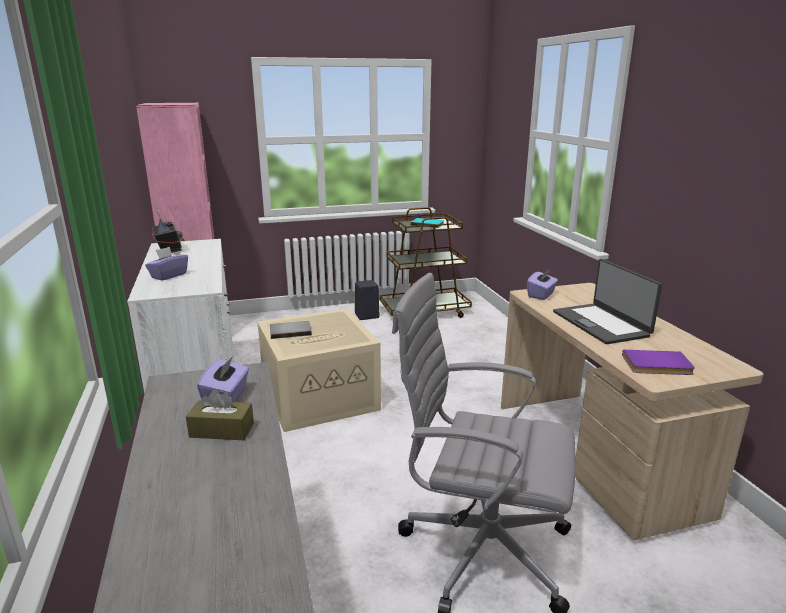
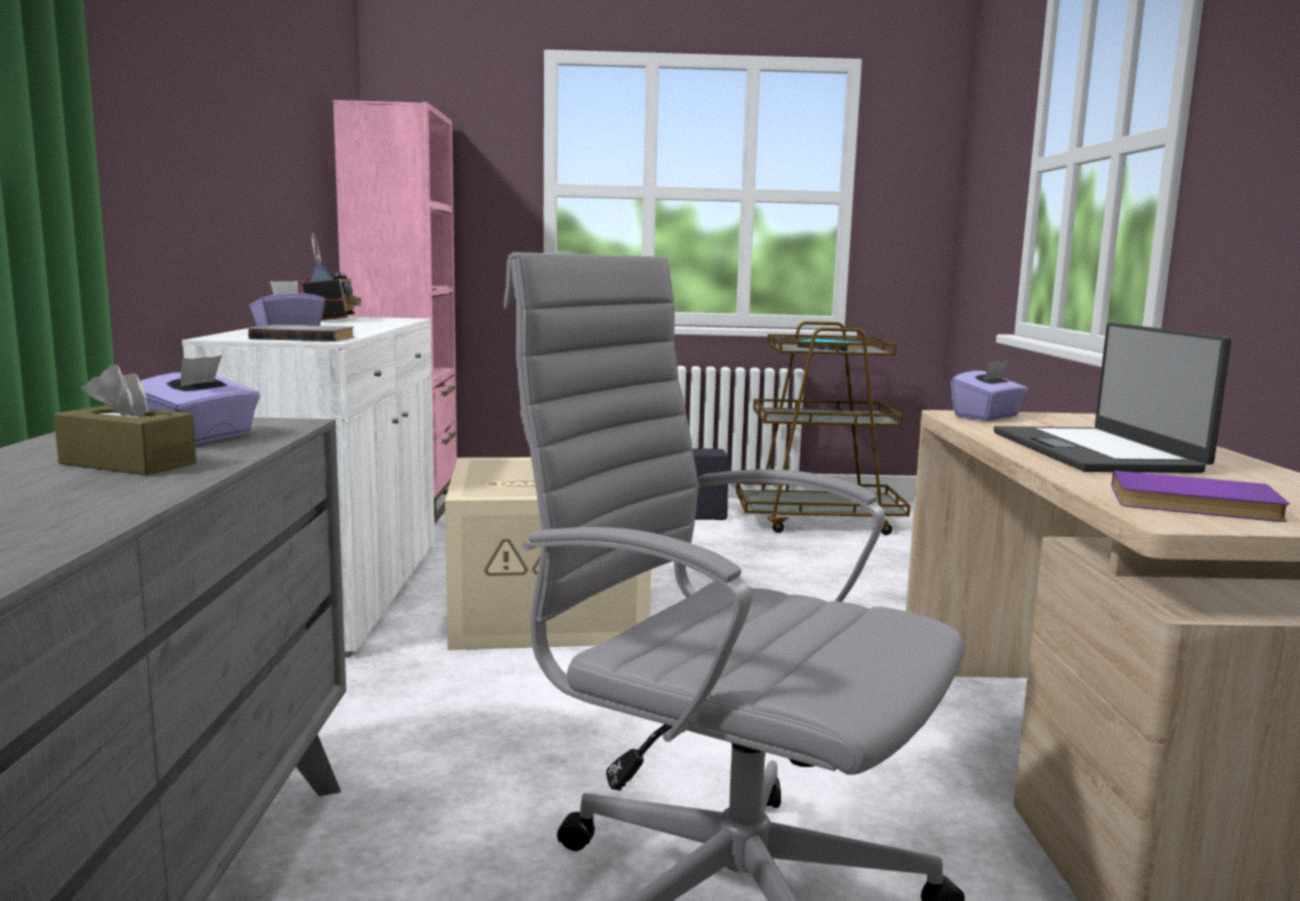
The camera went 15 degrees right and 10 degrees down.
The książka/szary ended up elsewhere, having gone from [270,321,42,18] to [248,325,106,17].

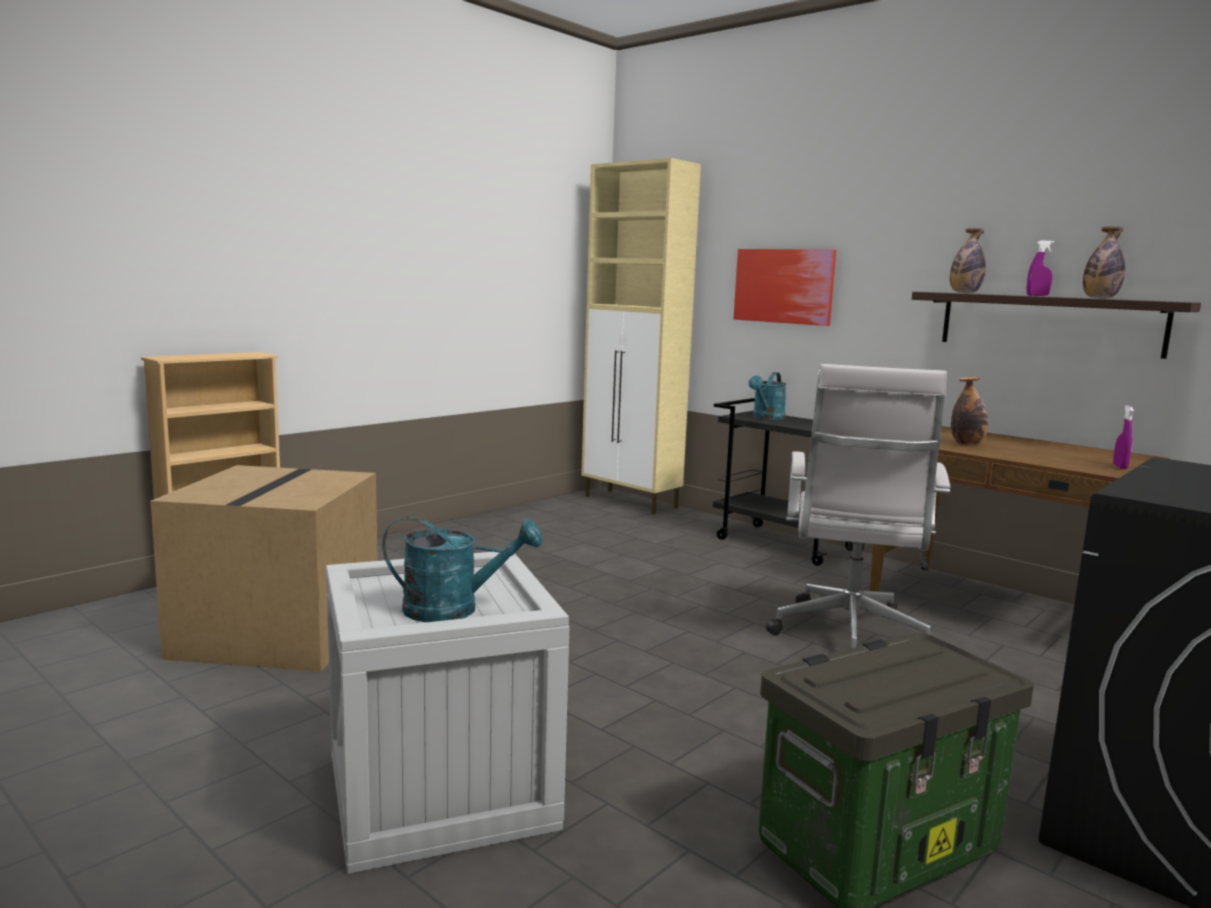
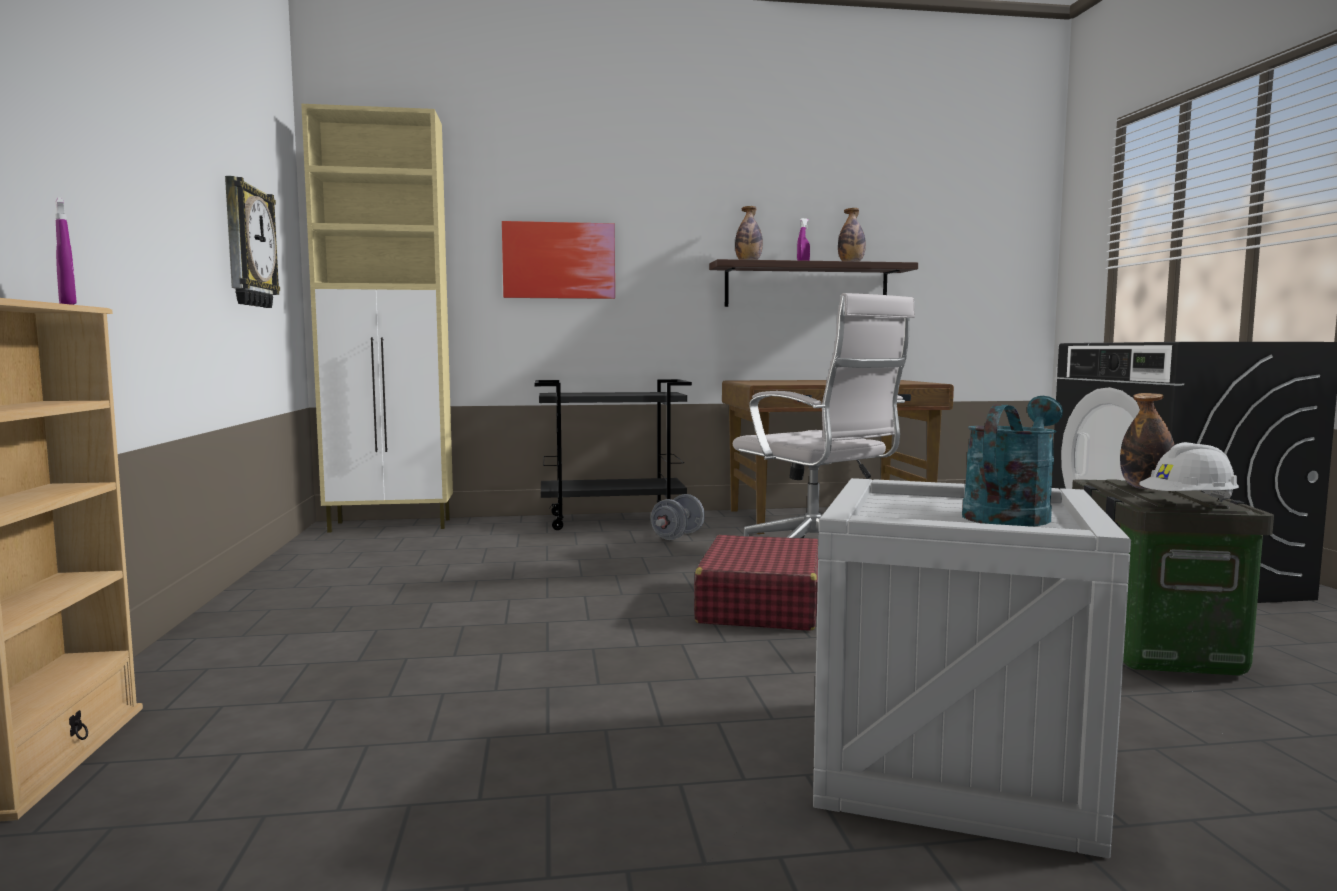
The camera went 50 degrees left and 5 degrees down.
The second view lost the karton at [150,465,228,207].
The second view lost the konewka/turkusowy at [749,372,38,48].
The second view gained the zegar ścienny at [225,176,55,132].
The second view gained the hantel/szary at [651,494,54,46].
The second view gained the walizka/czerwony at [694,535,125,96].
The second view gained the kask/biały at [1139,442,100,60].
The butelka ended up elsewhere, having gone from [951,376,37,69] to [1120,393,54,96].
The spryskiwacz/fioletowy ended up elsewhere, having gone from [1113,405,21,64] to [55,197,22,108].

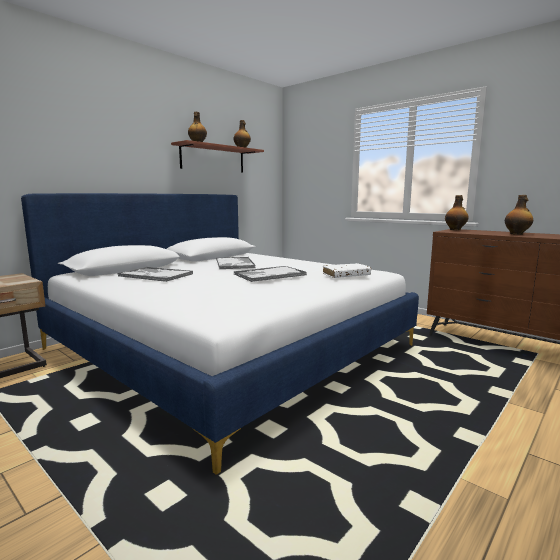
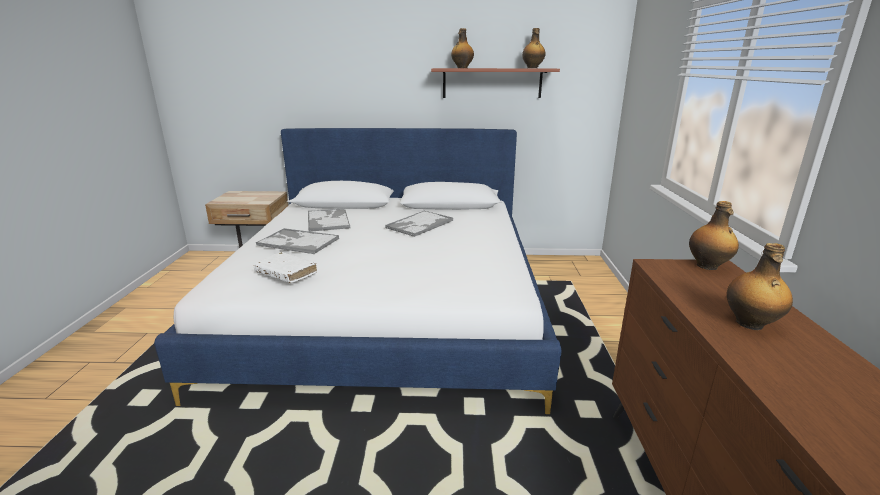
The camera went 50 degrees right and 10 degrees up.
The taca ended up elsewhere, having gone from [234,266,73,16] to [256,228,83,26].
The książka/biały ended up elsewhere, having gone from [323,263,48,15] to [254,252,63,31].

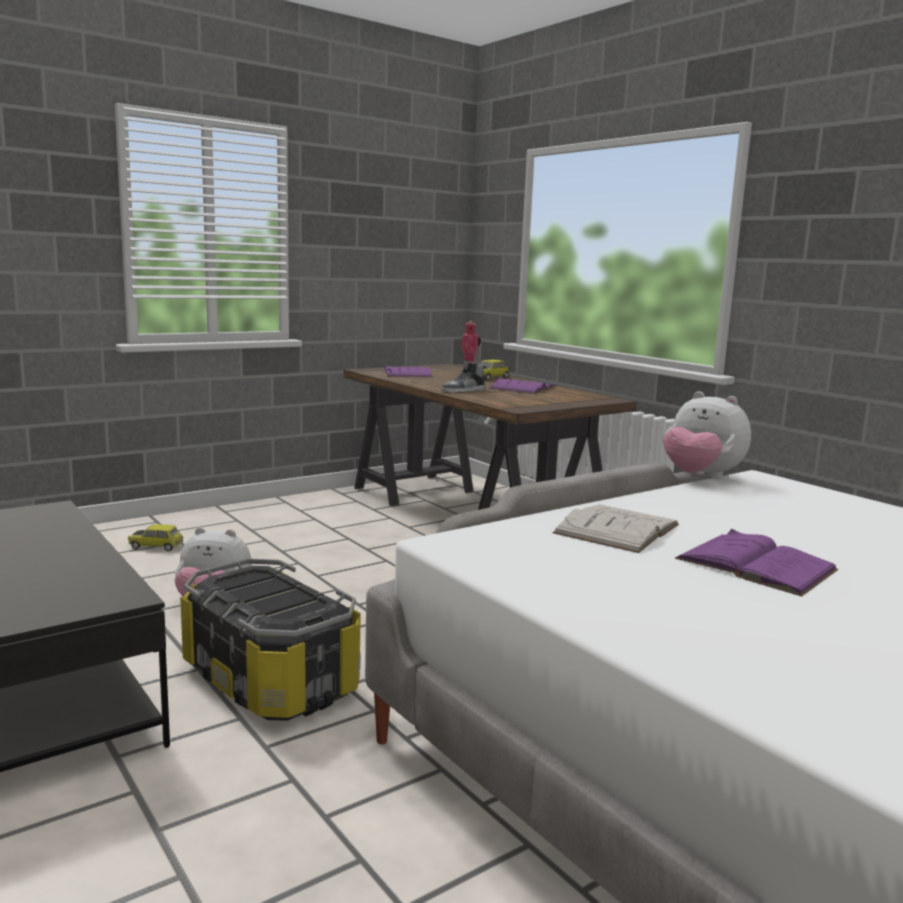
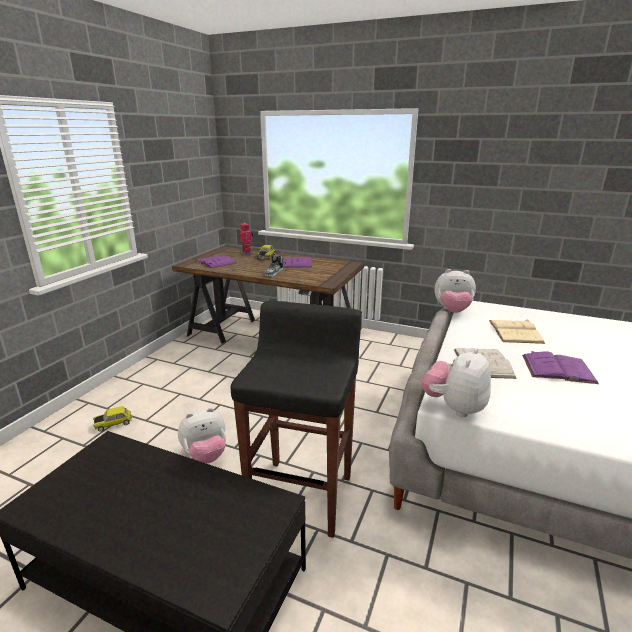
The camera went 30 degrees left and 10 degrees up.
The second view gained the pluszak at [422,348,69,69].
The second view gained the książka/beżowy at [489,319,56,25].
Where the pojemnik do przechowywania stood at [180,558,181,163], the stołek/czarny came to stand at [231,301,131,237].

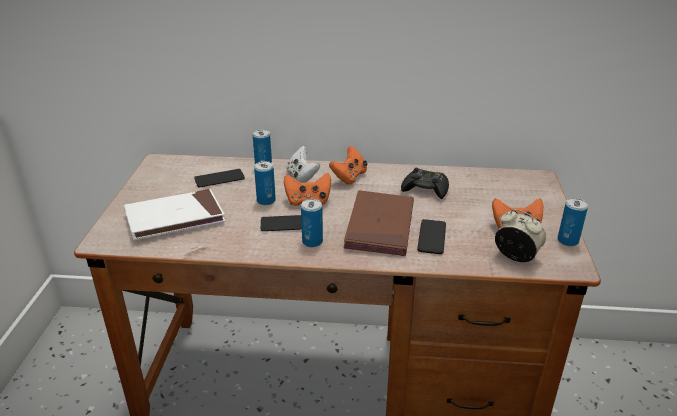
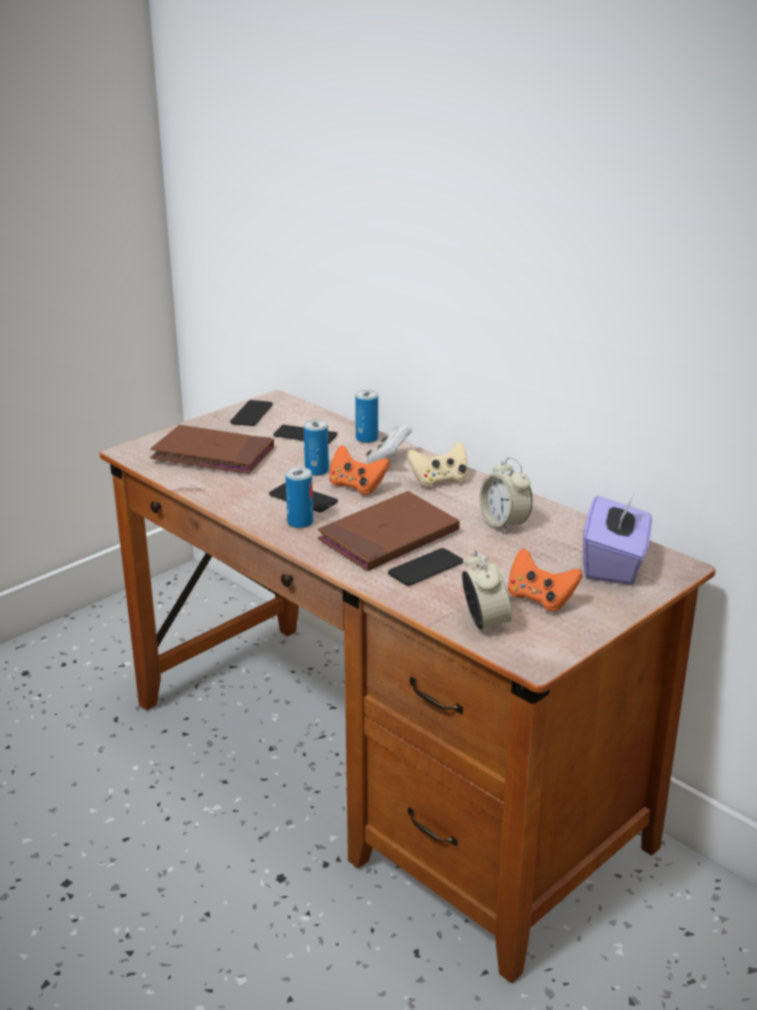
The camera went 40 degrees right and 5 degrees down.
The second view lost the puszka at [558,198,30,48].
The second view gained the telefon at [230,400,43,26].
The second view gained the pudełko chusteczek/fioletowy at [583,491,69,94].
Where the pad do gier/czarny stood at [401,168,48,31], the budzik came to stand at [479,457,53,76].
What was the książka/biały at [124,189,101,51] turned into the książka/brązowy at [150,425,124,49].
What was the pad do gier/pomarańczowy at [329,146,39,39] turned into the pad do gier/beżowy at [407,441,60,46].

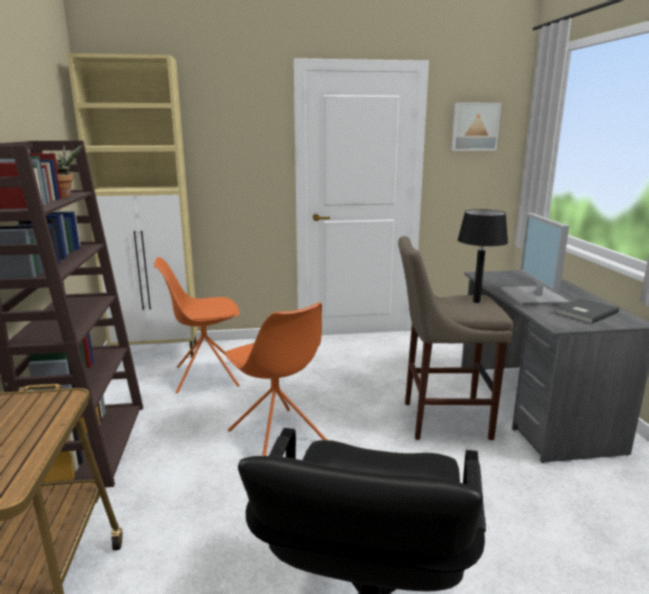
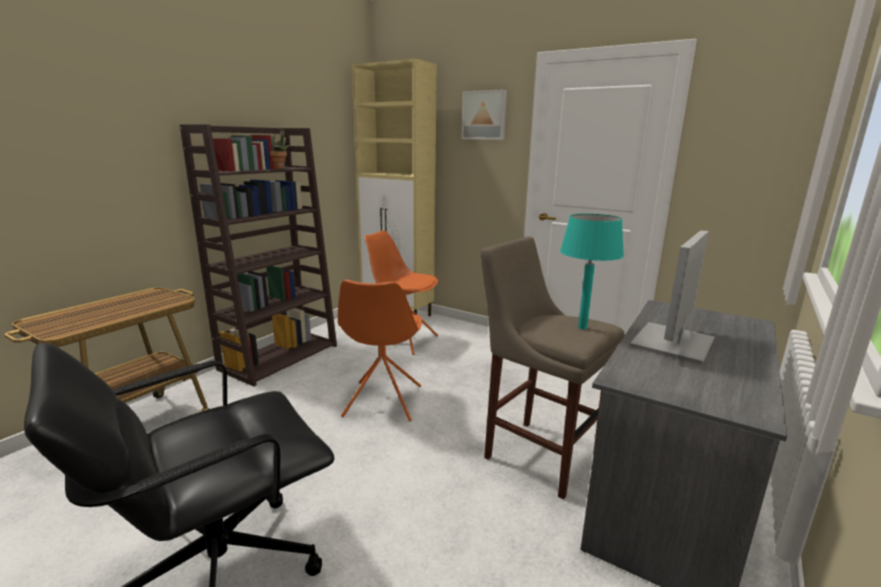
The camera went 40 degrees right and 0 degrees up.
The second view lost the książka/szary at [555,298,64,26].
The obraz ended up elsewhere, having gone from [451,102,50,49] to [462,90,45,50].
What was the lampa stołowa/czarny at [458,209,50,94] turned into the lampa stołowa/turkusowy at [560,213,64,116].

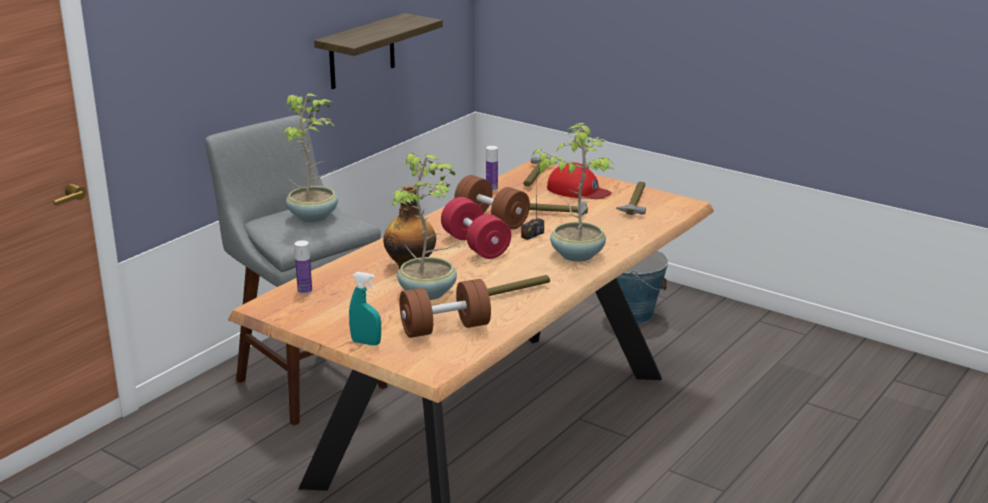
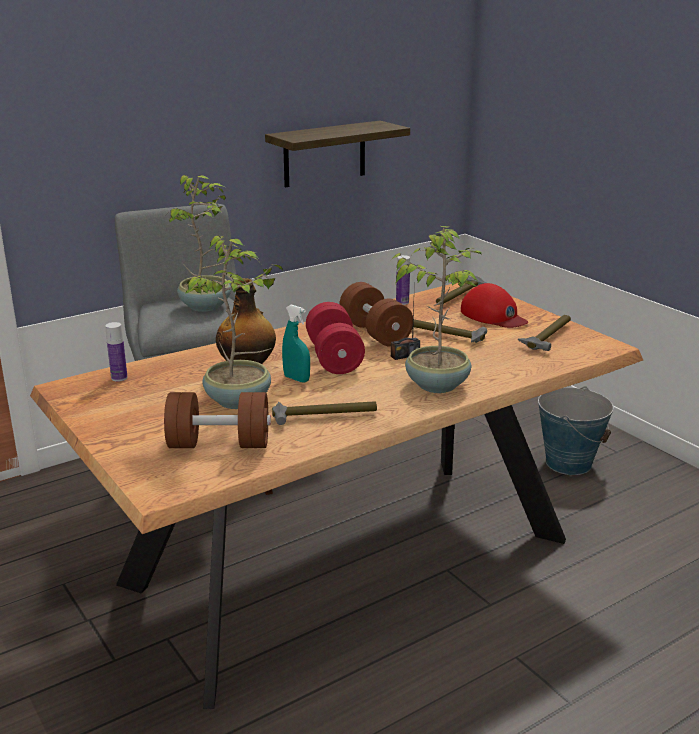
The camera went 20 degrees right and 0 degrees up.
The spryskiwacz/turkusowy ended up elsewhere, having gone from [349,272,32,74] to [282,305,28,78].

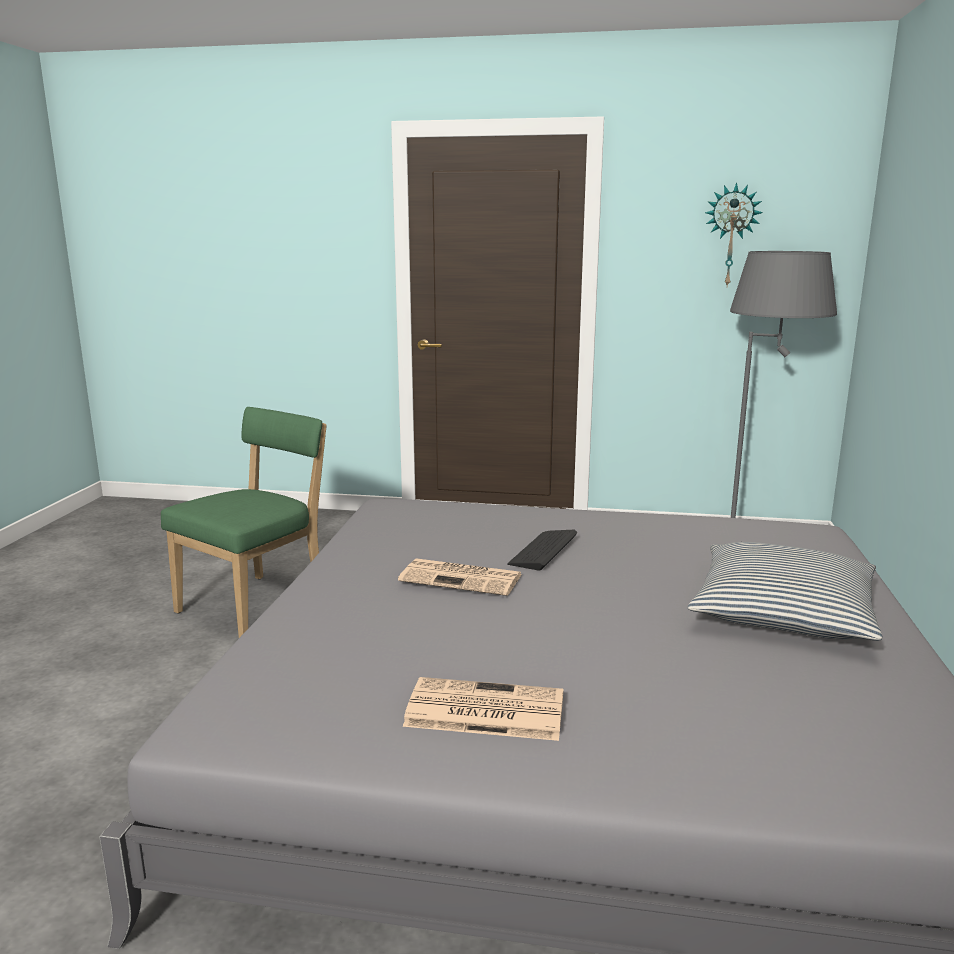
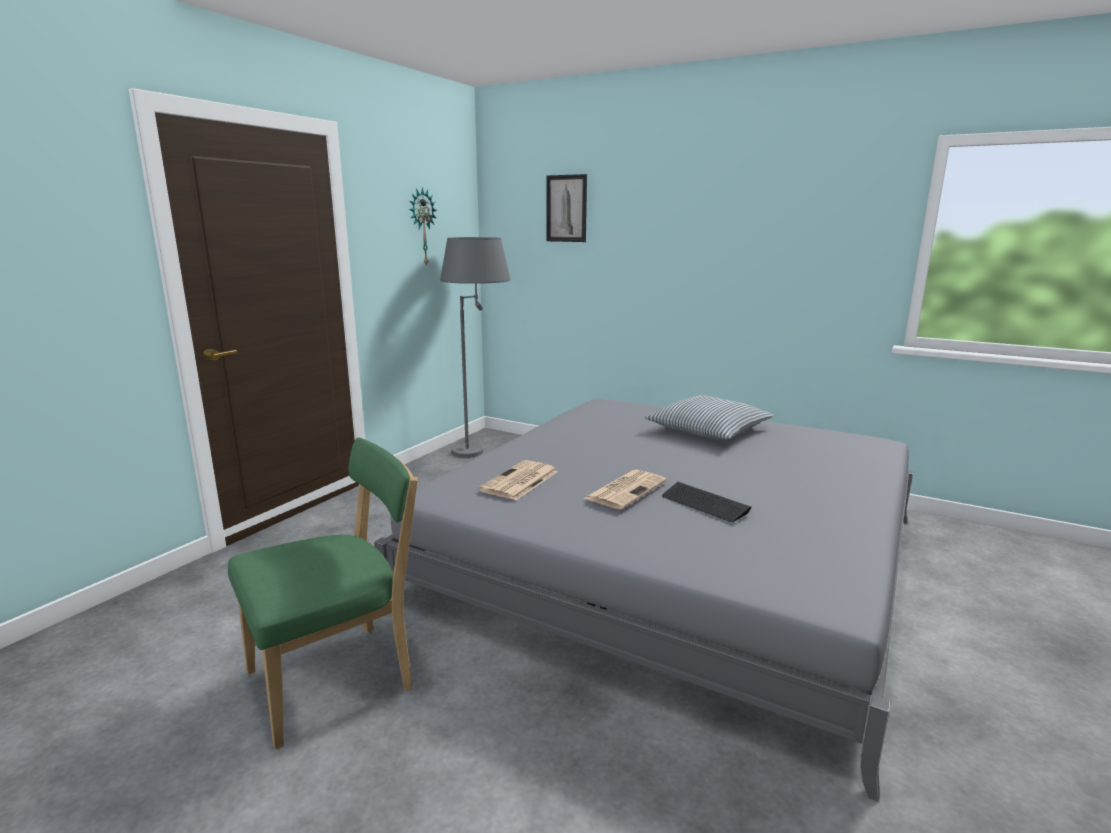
The camera went 70 degrees left and 0 degrees up.
The second view gained the obraz at [547,174,40,68].
The gazeta ended up elsewhere, having gone from [403,677,160,64] to [478,460,80,40].
The klawiatura ended up elsewhere, having gone from [507,530,70,41] to [662,482,89,40].
The krzesło/zielony at [161,407,166,231] ended up facing another way, 90 degrees clockwise from before.

